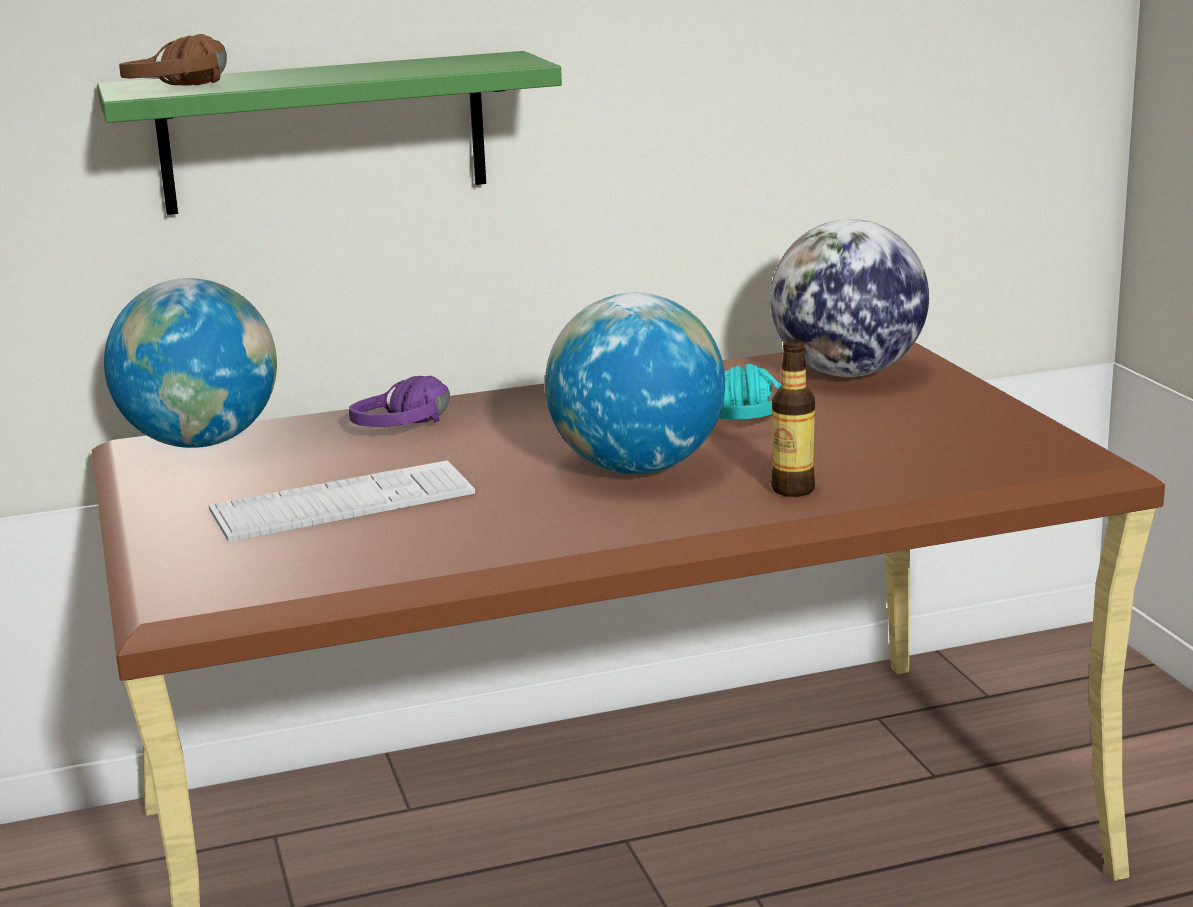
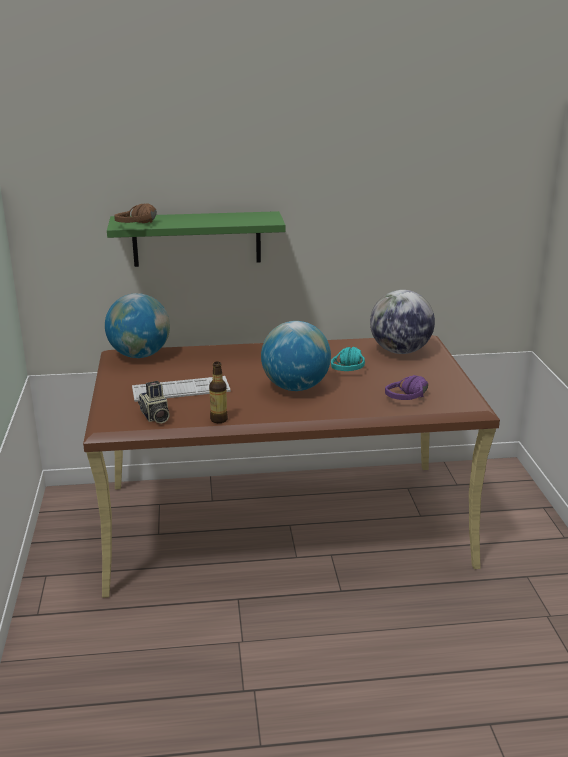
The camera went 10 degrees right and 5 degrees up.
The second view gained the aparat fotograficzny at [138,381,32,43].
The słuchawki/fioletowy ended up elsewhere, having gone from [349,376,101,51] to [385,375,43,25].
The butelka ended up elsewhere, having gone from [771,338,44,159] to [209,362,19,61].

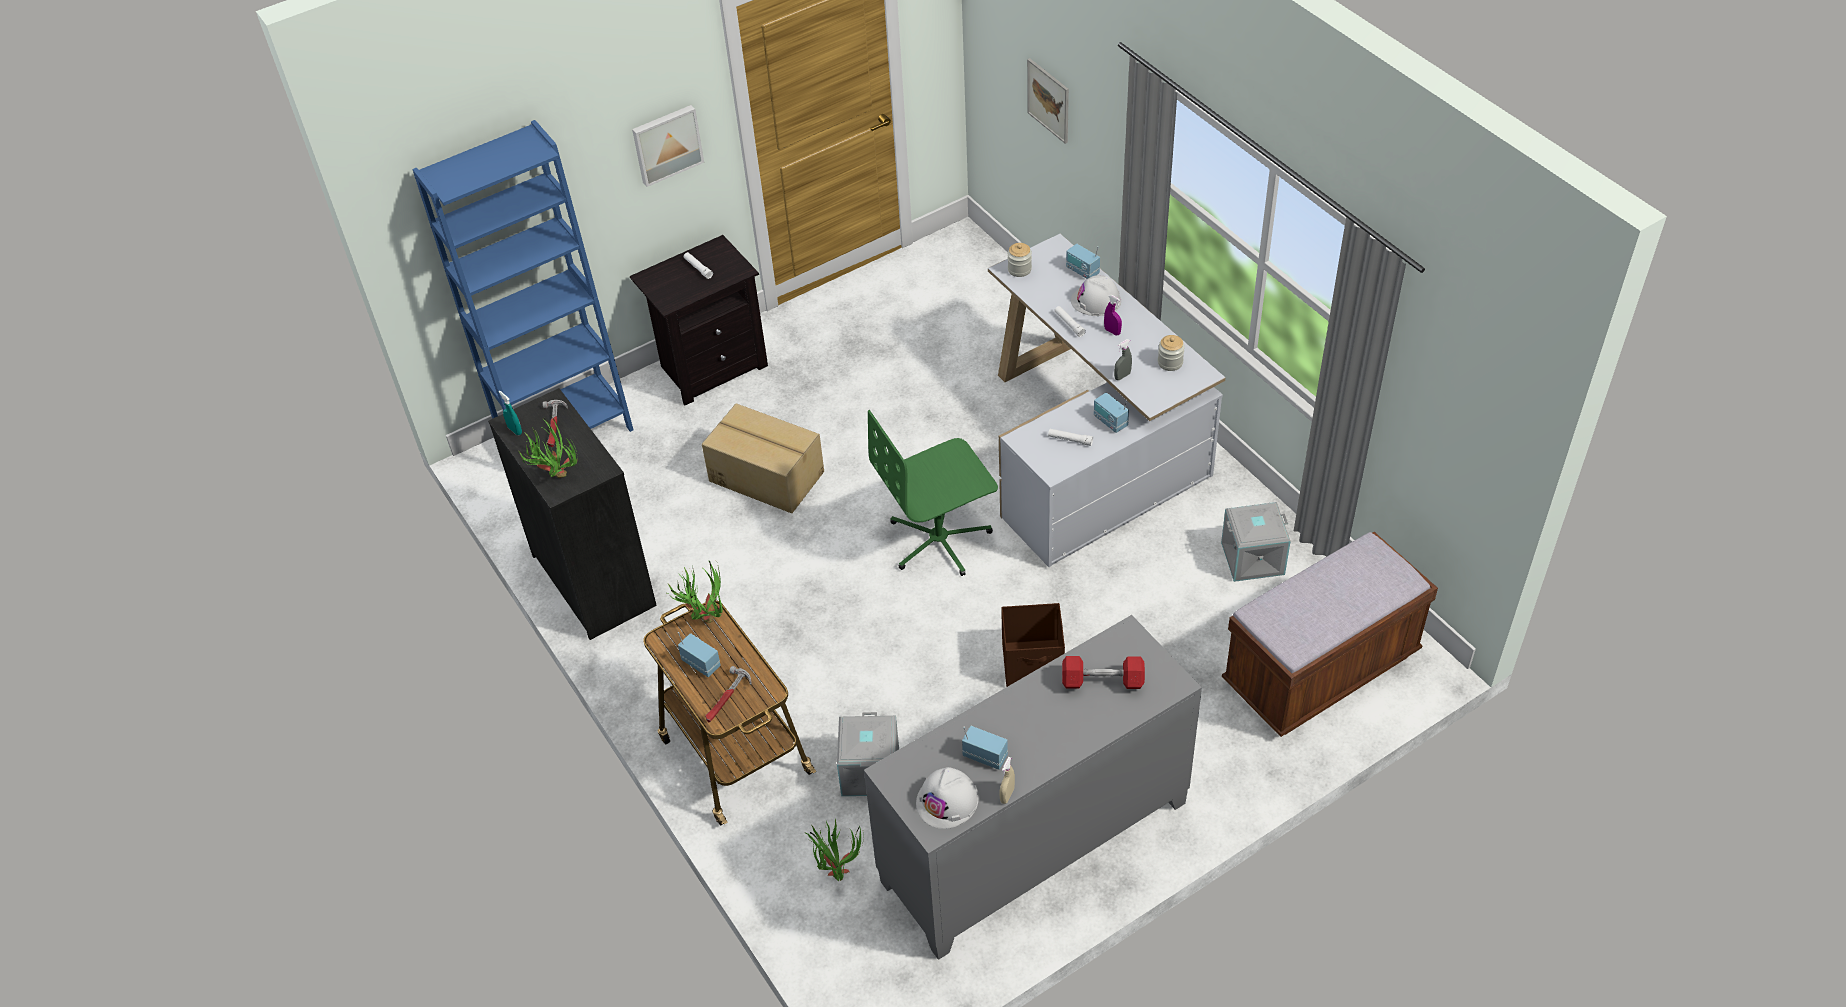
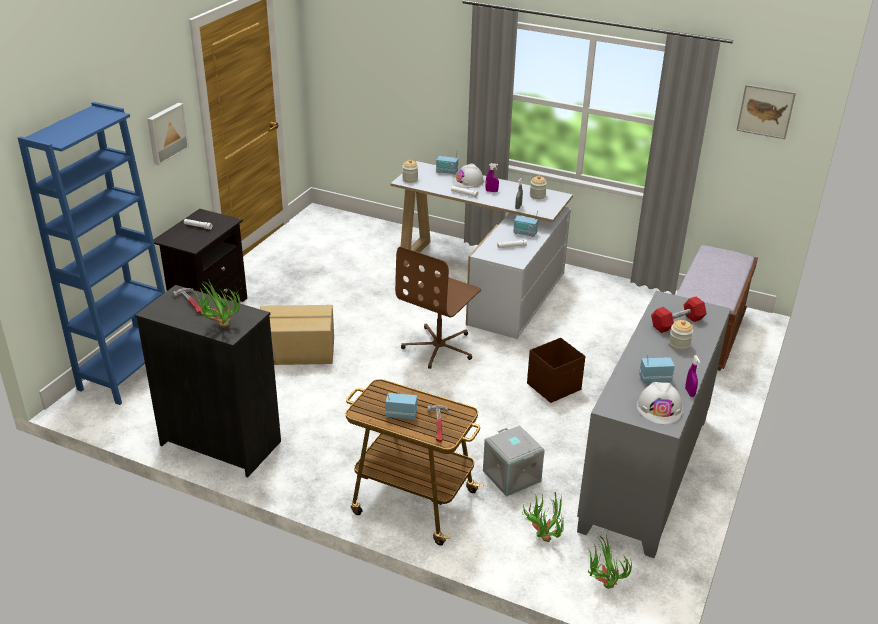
The camera went 35 degrees left and 15 degrees down.
The second view lost the spryskiwacz/turkusowy at [499,391,23,44].
The second view lost the pojemnik do przechowywania/szary at [1221,502,70,80].
The second view gained the słoik at [669,320,24,31].
The roślina doniczkowa ended up elsewhere, having gone from [667,560,56,63] to [587,535,45,54].
The obraz ended up elsewhere, having gone from [1027,58,42,86] to [736,84,60,55].
What was the krzesło biurowe/zielony at [868,410,130,166] turned into the krzesło biurowe/brązowy at [395,246,86,123].
What was the spryskiwacz/beżowy at [1000,757,15,47] turned into the spryskiwacz/fioletowy at [685,355,15,42].

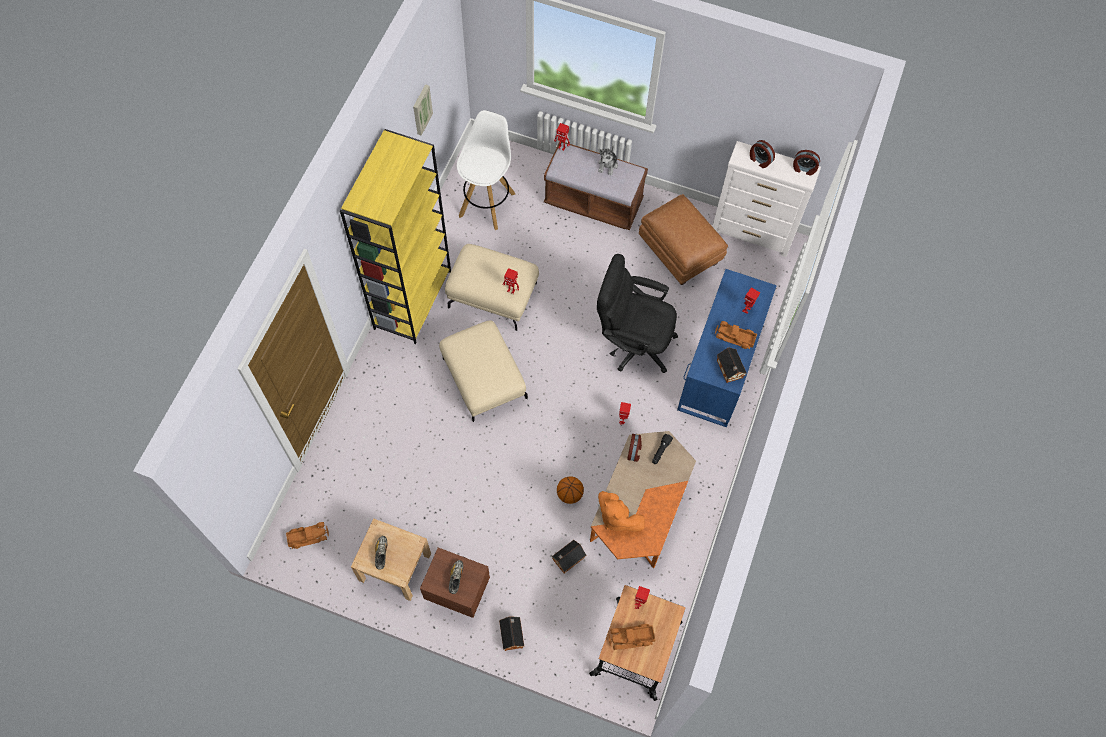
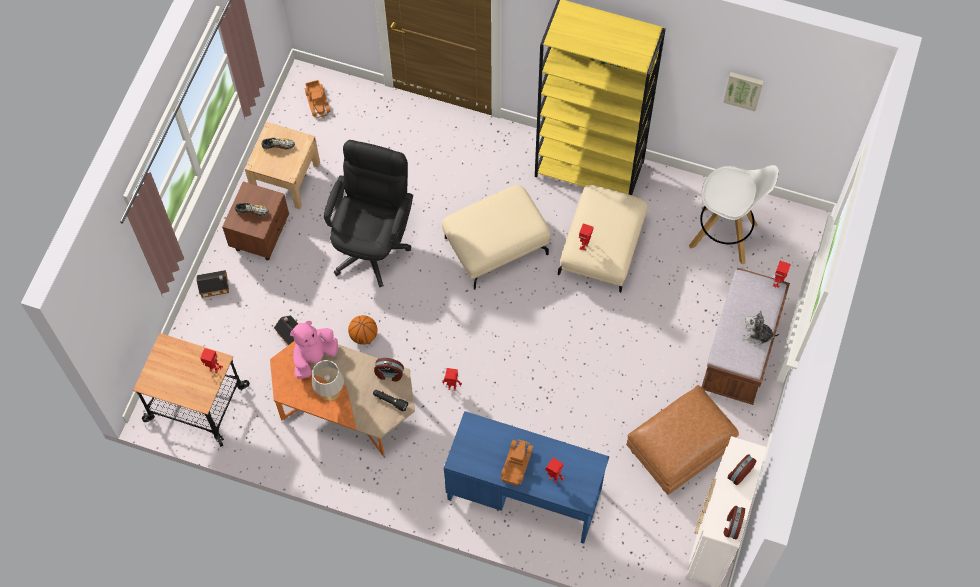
The camera went 90 degrees right and 0 degrees up.
The second view lost the ciężarówka zabawkowa at [609,624,46,26].
The second view lost the domek at [717,348,30,35].
The second view gained the lampa stołowa/szary at [312,360,32,41].
The krzesło biurowe/czarny ended up elsewhere, having gone from [597,254,81,120] to [324,140,89,147].
What was the pluszak/pomarańczowy at [598,491,47,41] turned into the pluszak/różowy at [290,321,48,58].

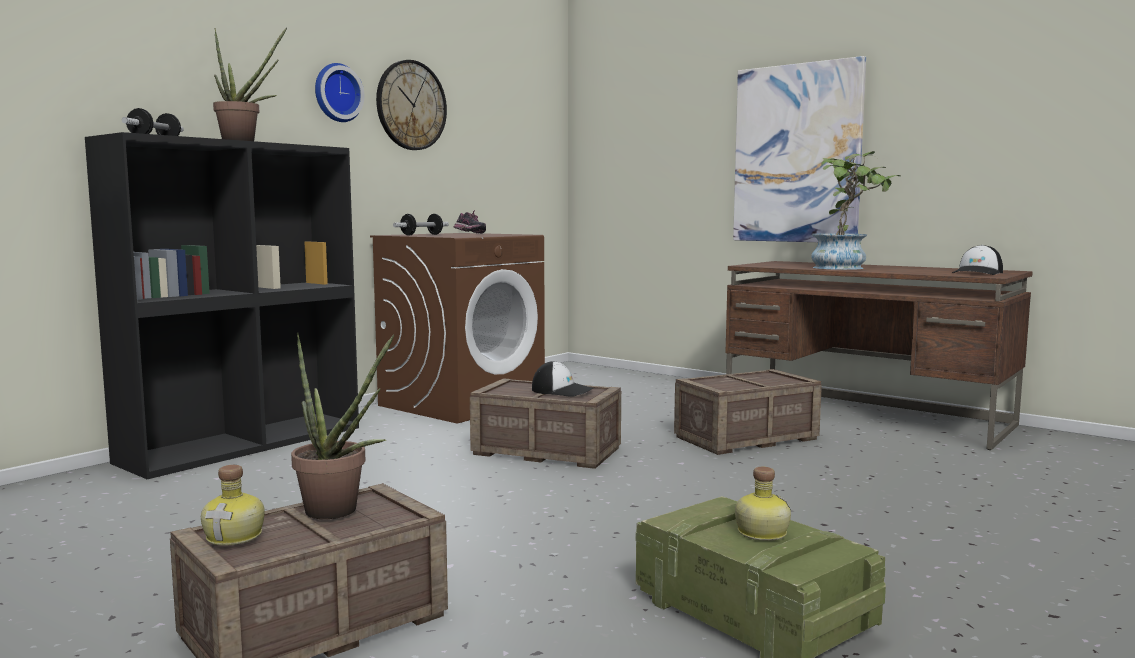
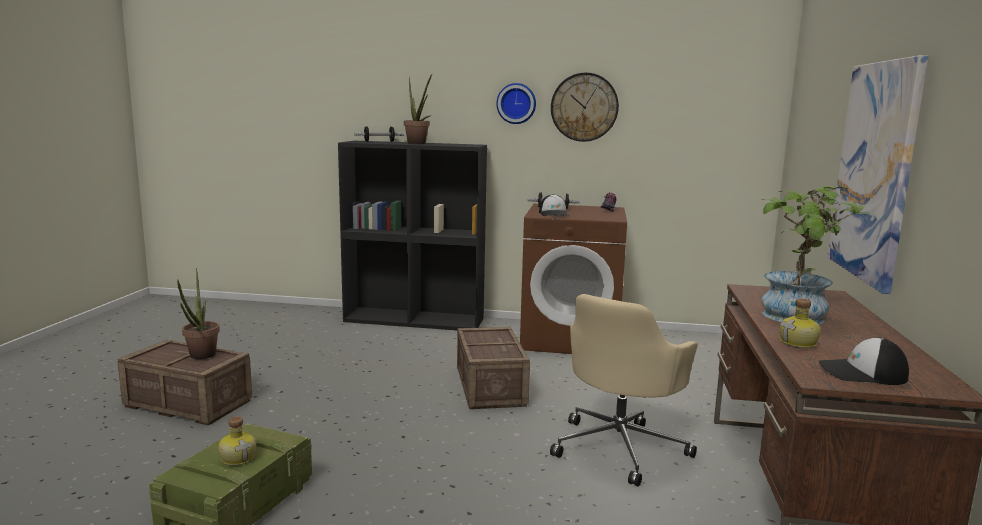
The camera went 60 degrees right and 5 degrees up.
The butelka ended up elsewhere, having gone from [201,465,64,80] to [780,298,41,50].
The czapka z daszkiem ended up elsewhere, having gone from [532,361,61,36] to [539,194,30,22].
Where the skrzynka stood at [674,369,148,86], the krzesło biurowe/beżowy came to stand at [550,294,148,193].

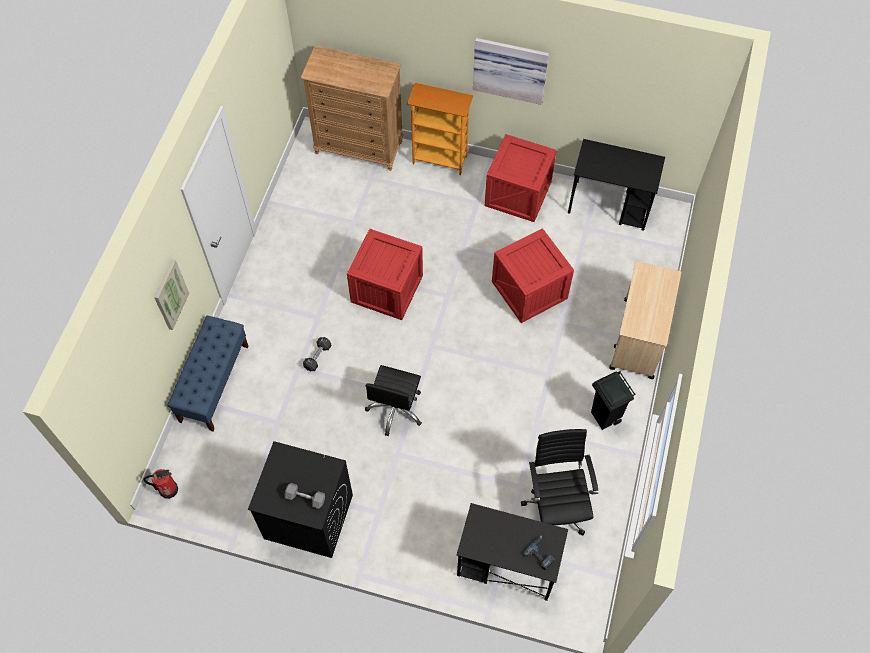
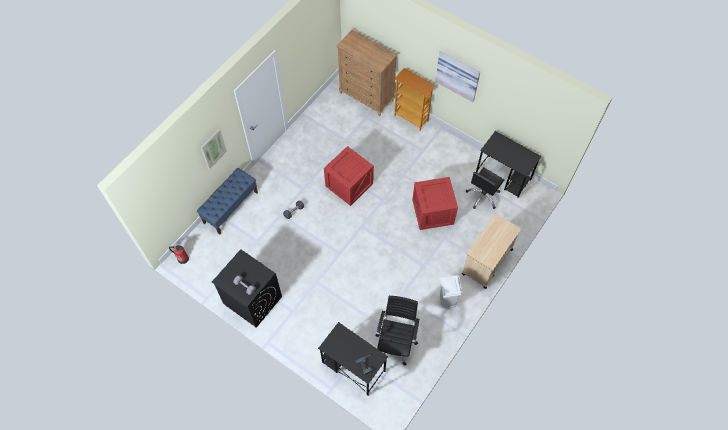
The camera went 20 degrees right and 0 degrees up.
The second view lost the skrzynka at [485,134,72,88].
The krzesło biurowe/czarny ended up elsewhere, having gone from [365,365,57,71] to [466,167,38,42].
What was the kosz na śmieci/czarny at [591,371,45,59] turned into the kosz na śmieci/biały at [440,275,23,34].

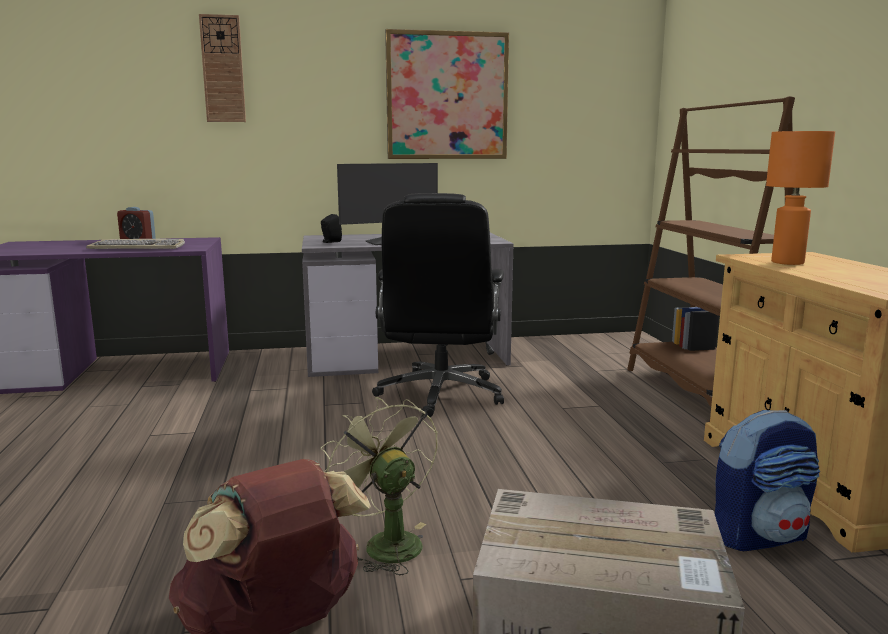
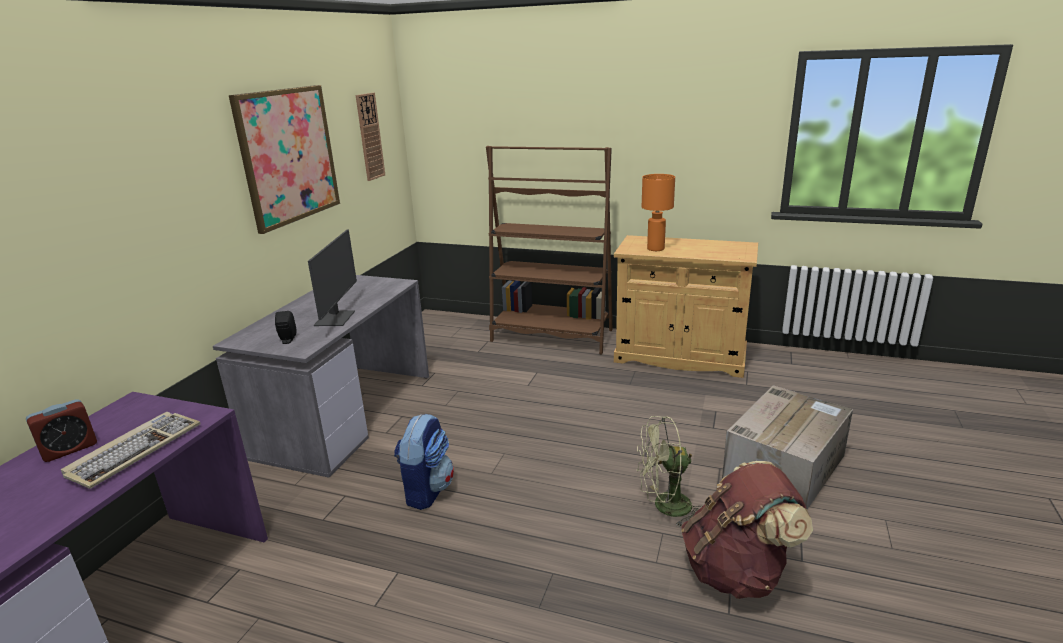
The camera went 60 degrees left and 10 degrees up.
The second view lost the krzesło biurowe/czarny at [372,193,132,224].
The zegar ścienny ended up elsewhere, having gone from [199,14,47,108] to [356,93,29,88].
The plecak ended up elsewhere, having gone from [715,410,105,141] to [394,414,60,96].

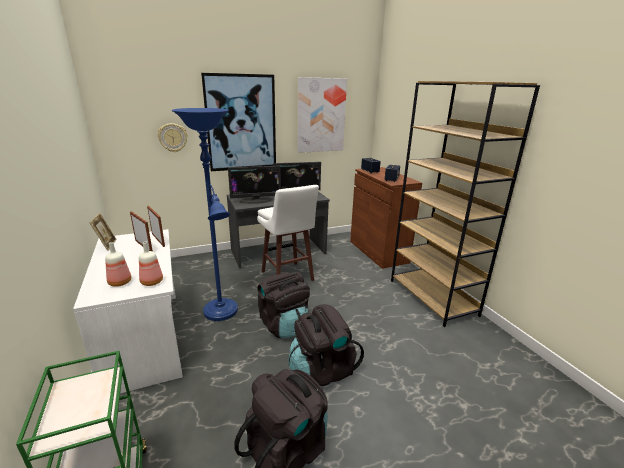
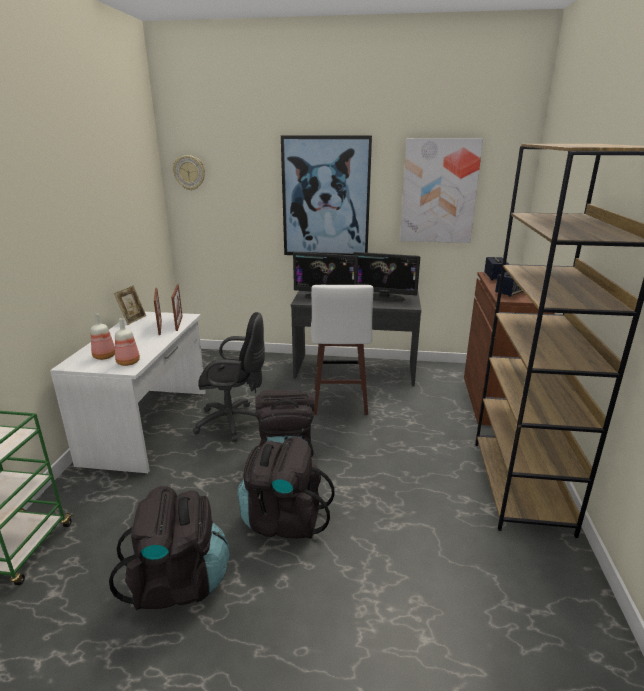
The camera went 30 degrees right and 0 degrees up.
The zegar ścienny ended up elsewhere, having gone from [157,123,31,29] to [173,155,32,36].
Where the lampa stojąca/niebieski stood at [172,108,66,213], the krzesło biurowe/czarny came to stand at [192,312,73,130].

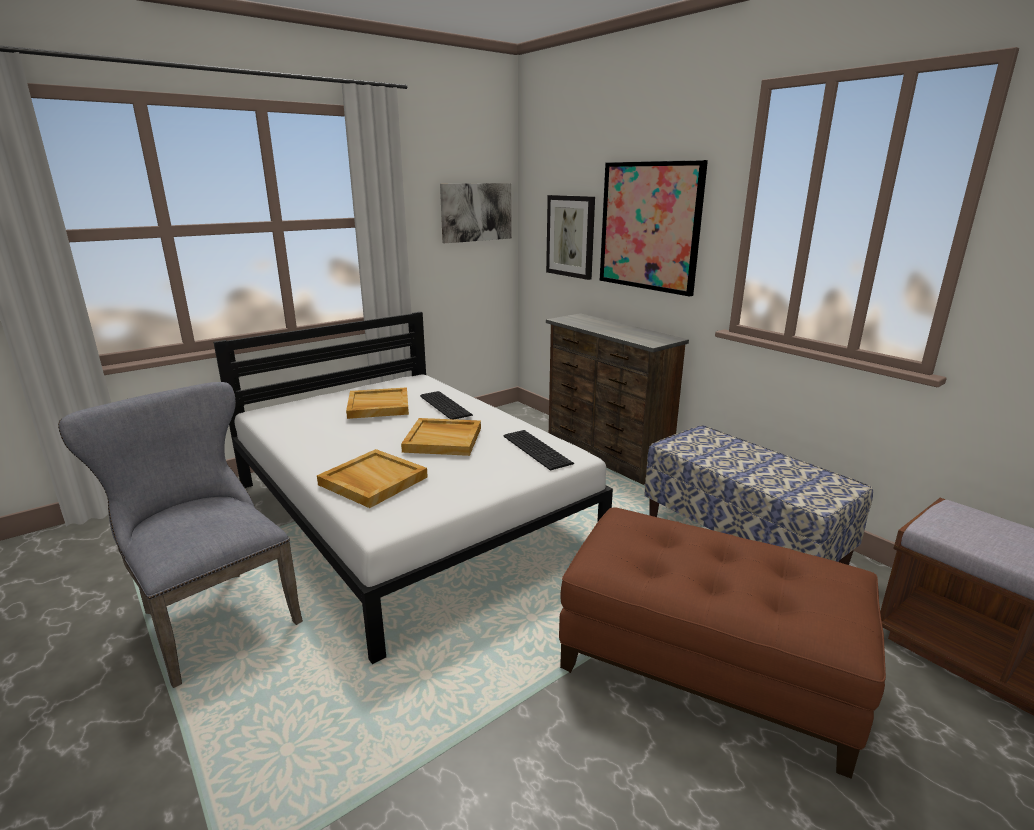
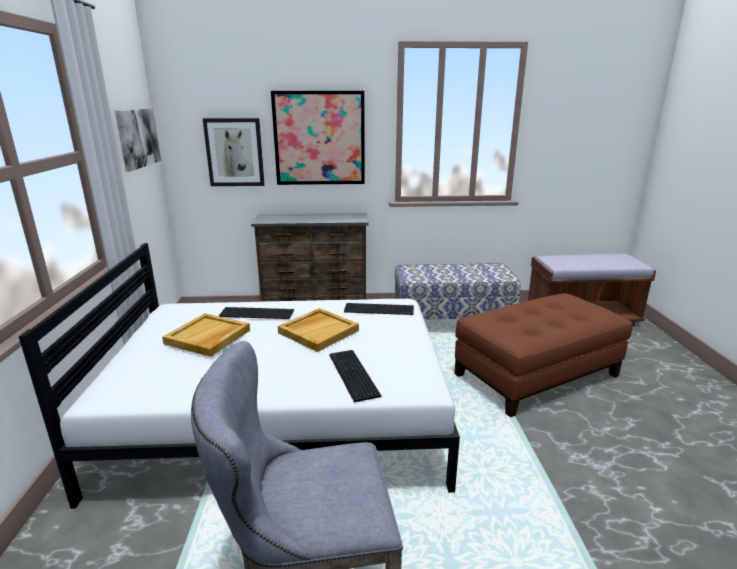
The camera went 55 degrees left and 0 degrees up.
Where the taca/beżowy stood at [317,449,111,59], the klawiatura came to stand at [329,350,53,52].

